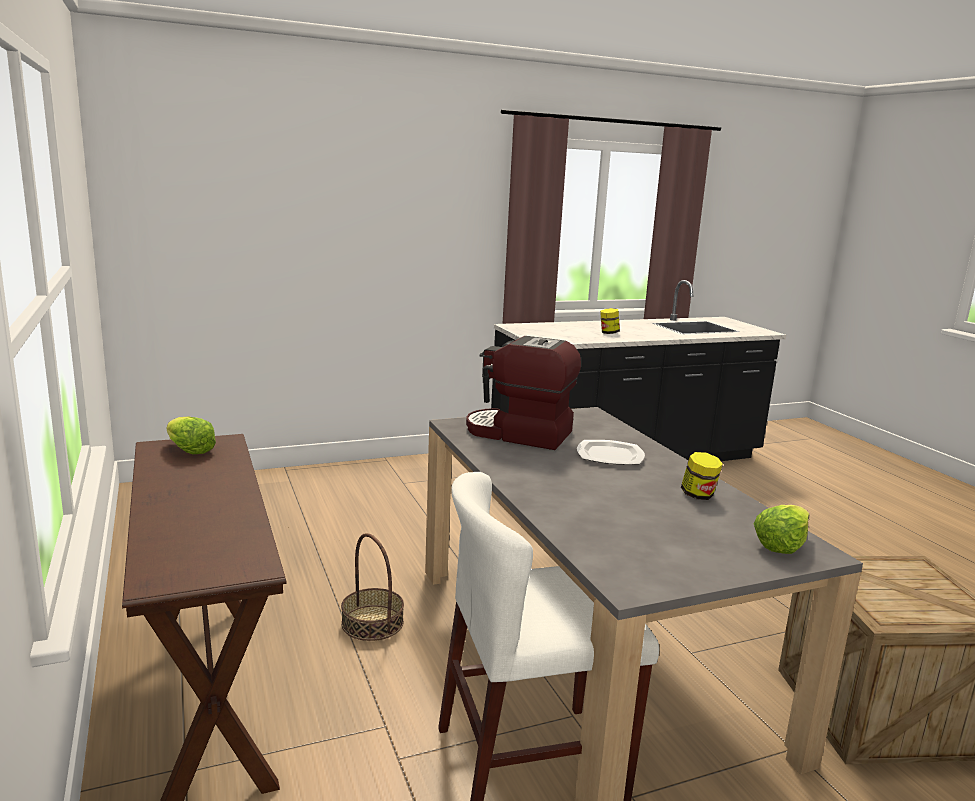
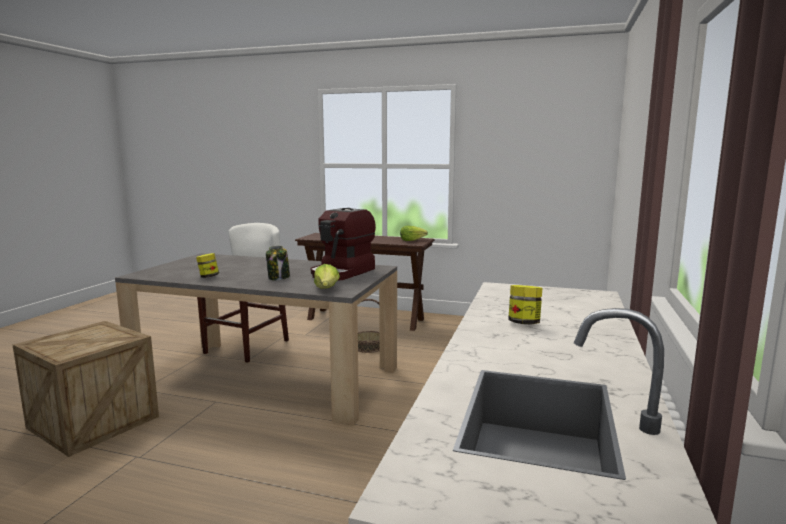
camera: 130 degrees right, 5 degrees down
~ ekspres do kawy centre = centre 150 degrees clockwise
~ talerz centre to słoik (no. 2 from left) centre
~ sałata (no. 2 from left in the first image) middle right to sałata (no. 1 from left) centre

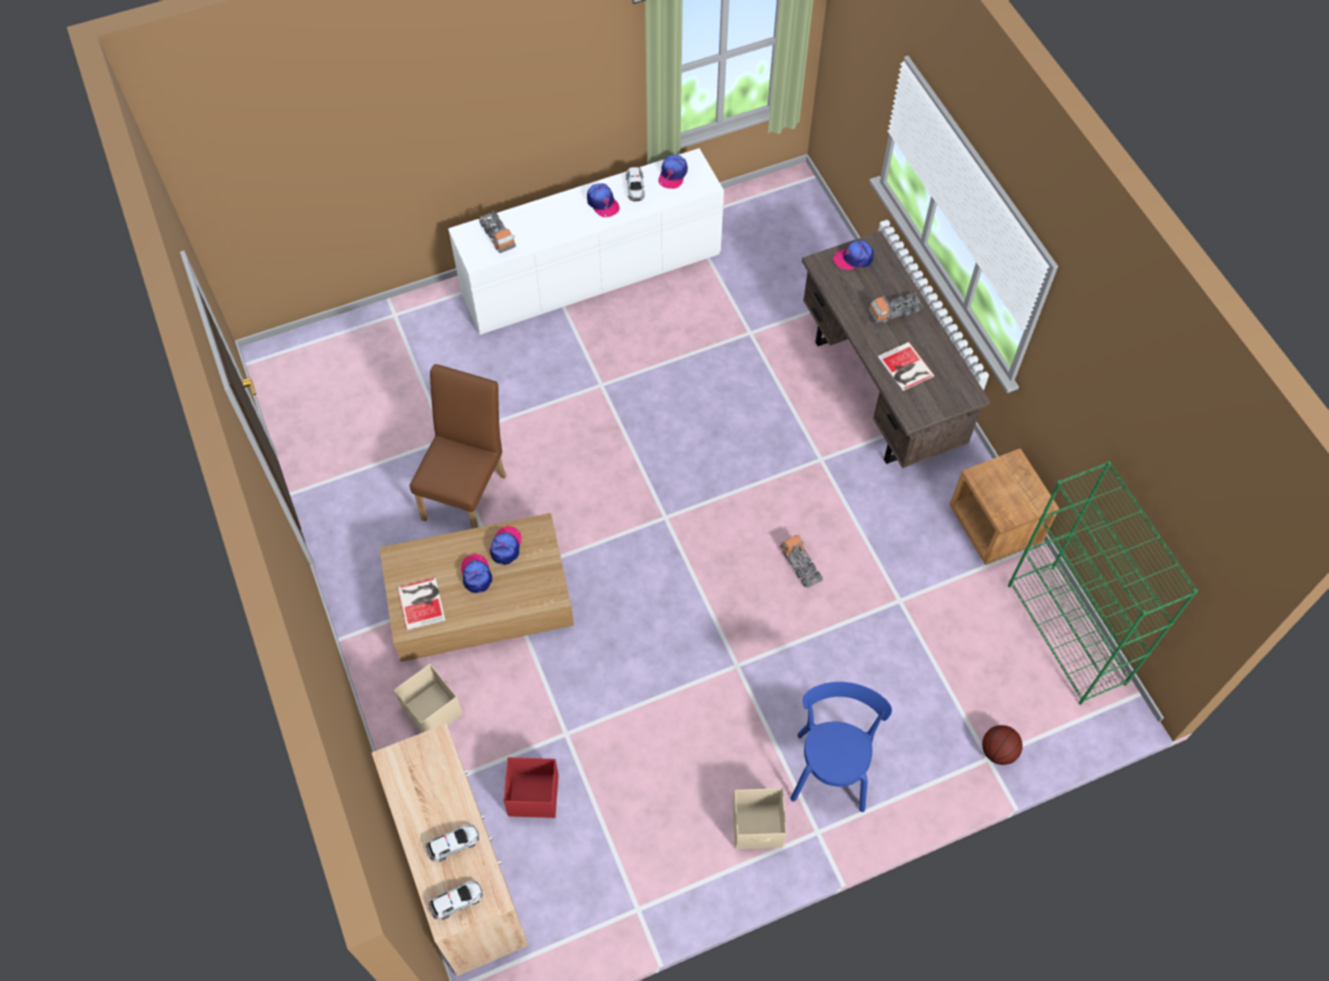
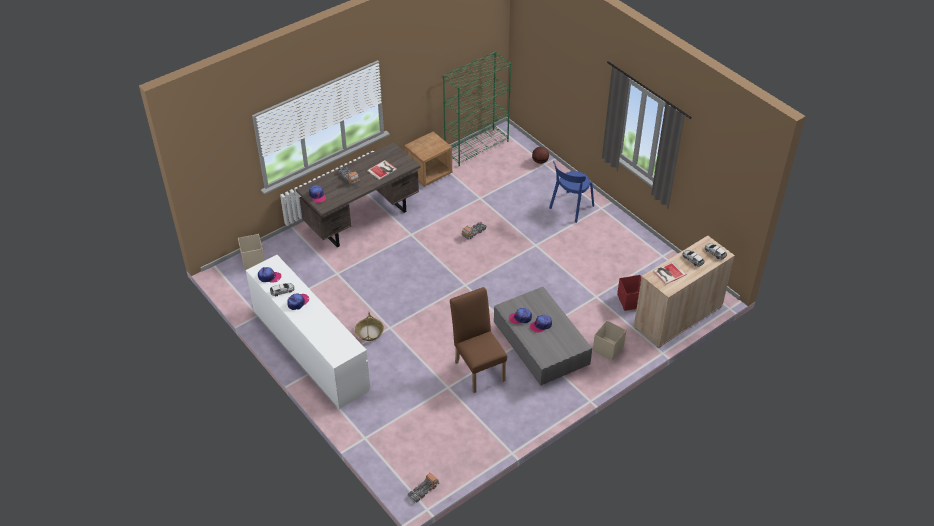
camera: 105 degrees left, 15 degrees down
~ ciężarówka zabawkowa (no. 1 from left in the first image) top centre to ciężarówka zabawkowa (no. 2 from left) bottom centre
~ krzesło/brązowy centre = centre 60 degrees clockwise
~ ława/brązowy centre to ława/szary centre
~ książka (no. 1 from left in the first image) middle left to książka (no. 2 from left) middle right
~ krzesło/niebieski bottom centre = centre 45 degrees counterclockwise
~ pojemnik do przechowywania/beżowy (no. 2 from left in the first image) bottom centre to pojemnik do przechowywania/beżowy (no. 1 from left) middle left
+ koszyk centre

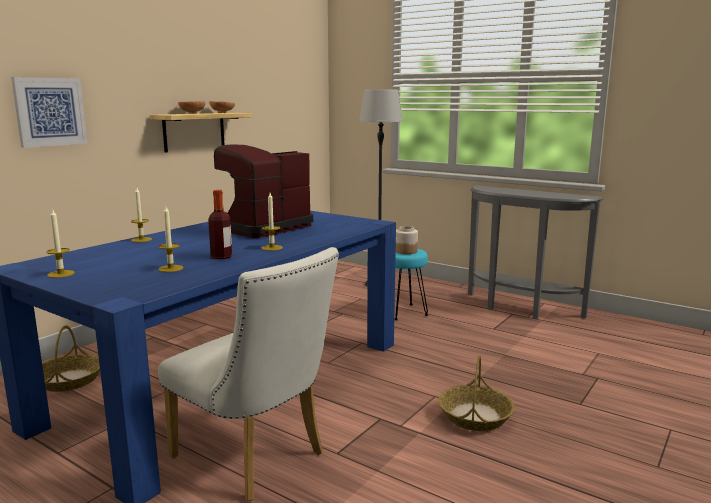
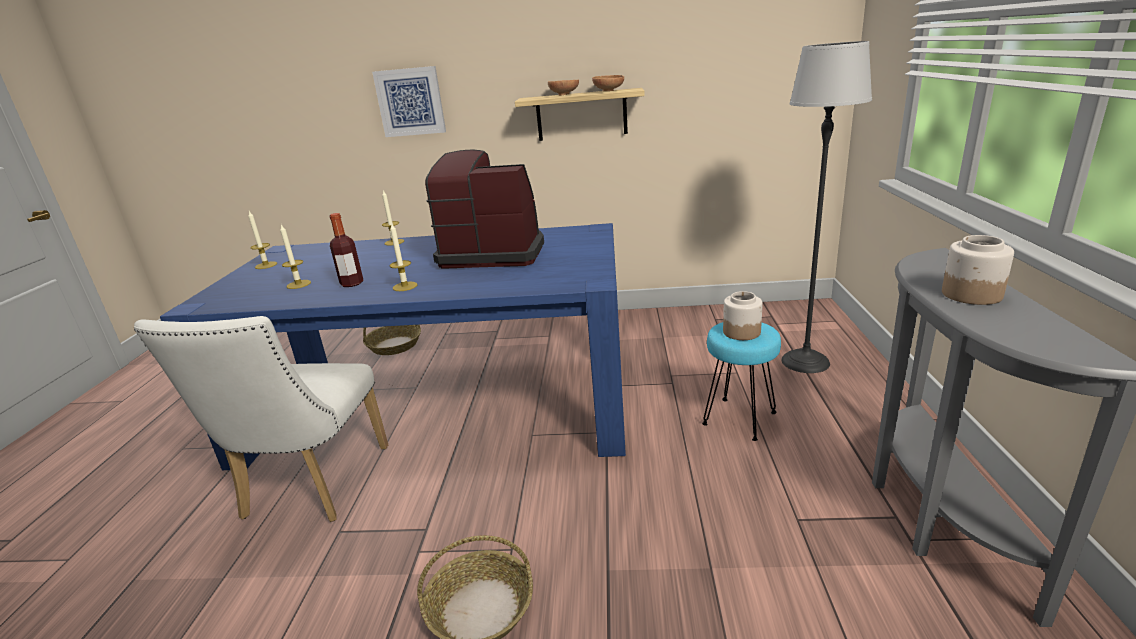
camera: 60 degrees right, 10 degrees up
+ słoik (no. 2 from left) middle right

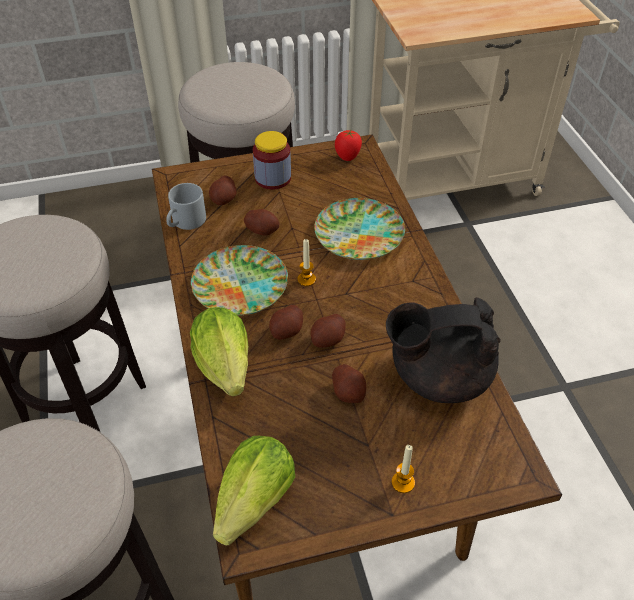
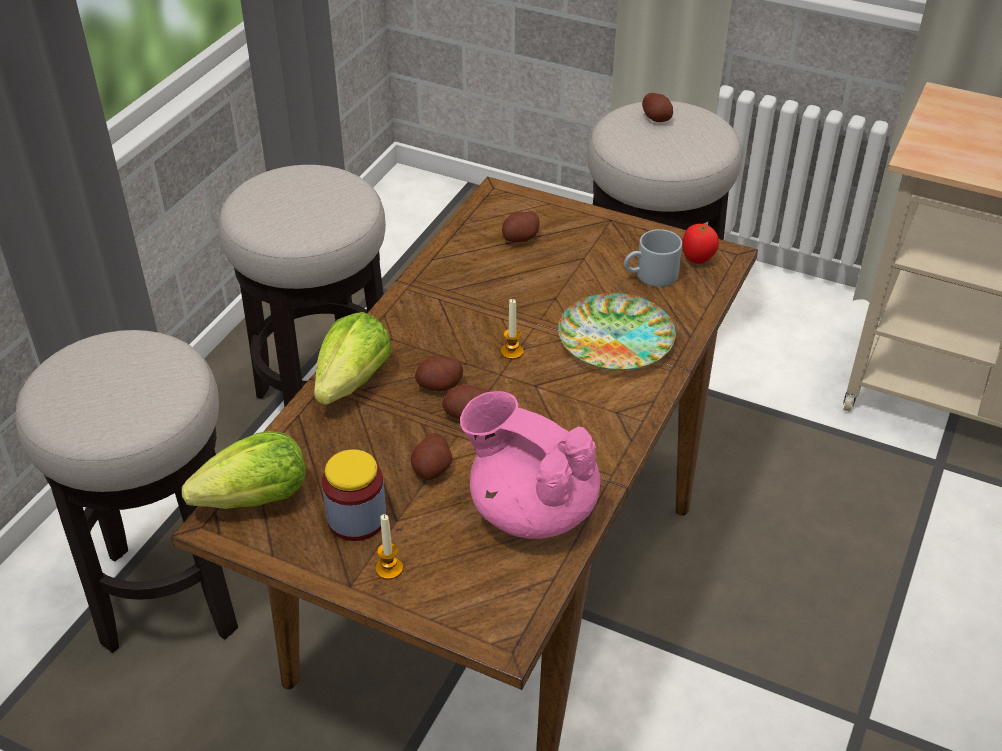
camera: 40 degrees right, 5 degrees down
~ słoik top centre to centre
~ kubek/szary middle left to centre
~ ziemniak (no. 2 from left in the first image) centre to ziemniak (no. 5 from left) top centre
- talerz (no. 1 from left) centre
~ imbryk/czarny middle right to imbryk/różowy centre

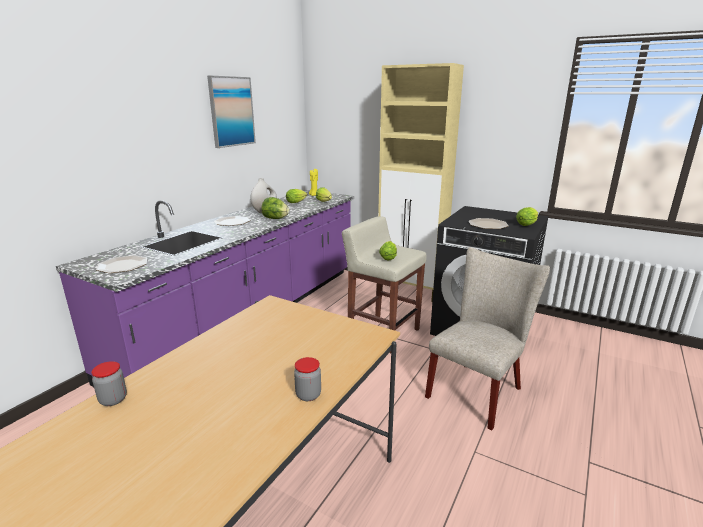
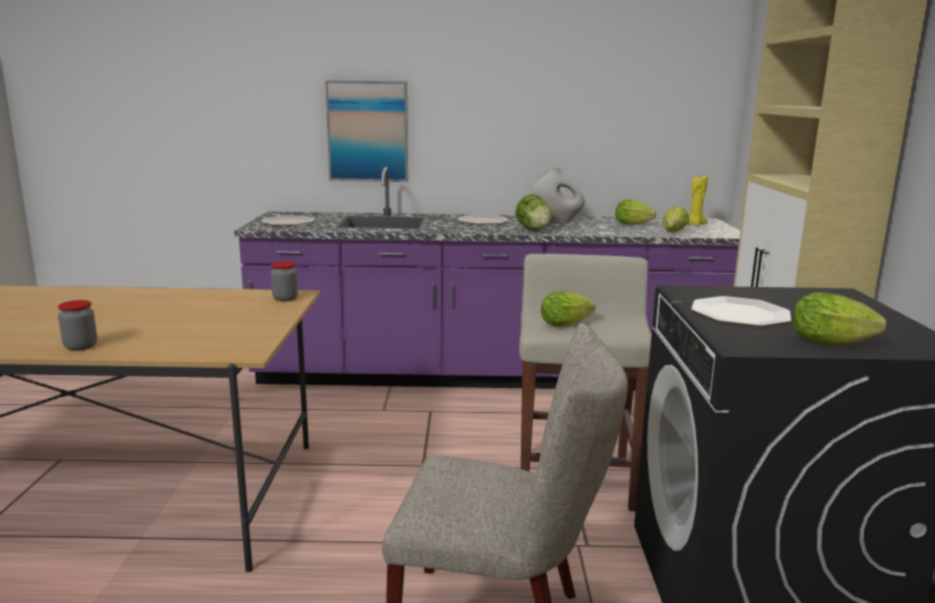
camera: 60 degrees right, 5 degrees down
~ obraz top left to top centre
~ słoik (no. 1 from left in the first image) bottom left to słoik (no. 2 from left) middle left

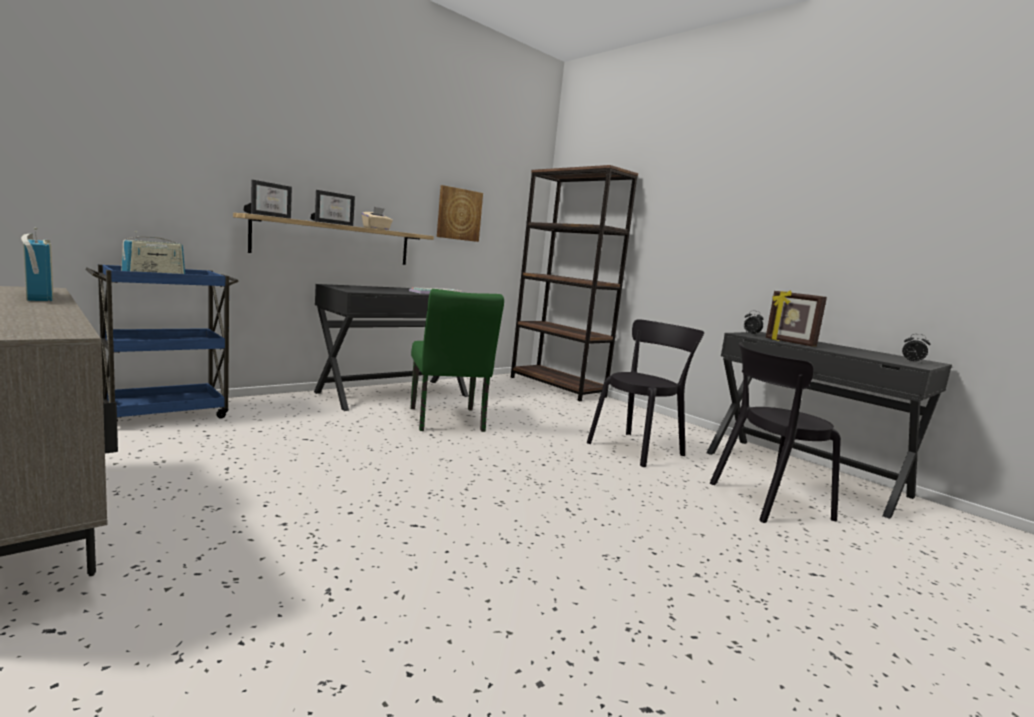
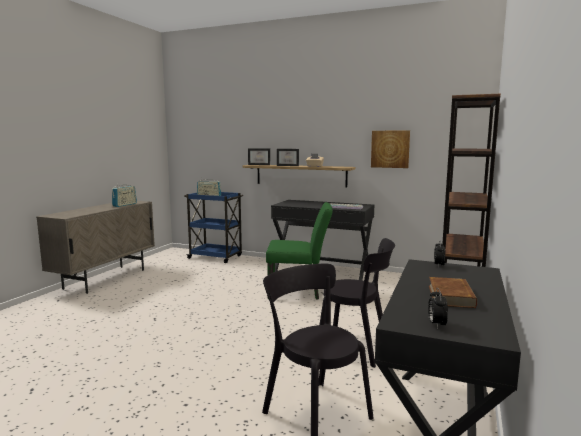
camera: 65 degrees right, 0 degrees up
~ krzesło/zielony centre = centre 135 degrees counterclockwise
- ramka na zdjęcie (no. 3 from left) middle right
+ książka/brązowy bottom right

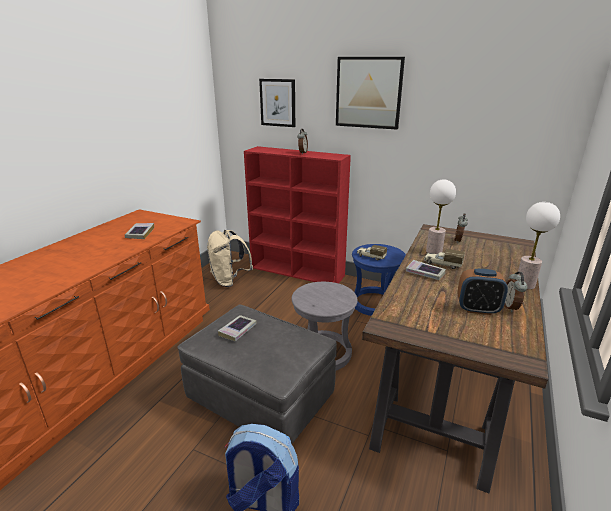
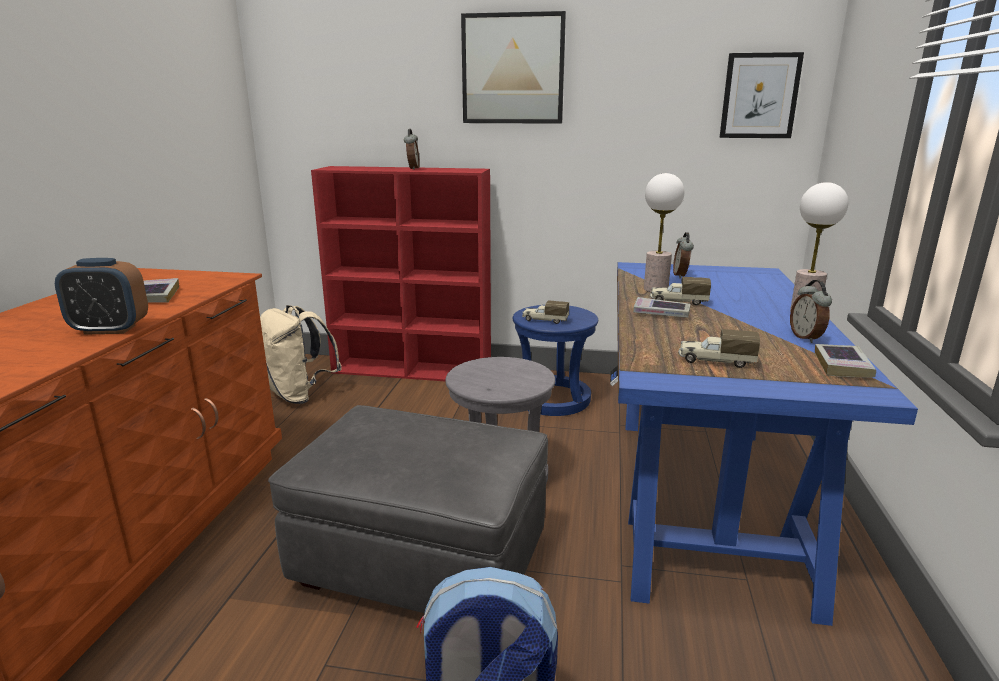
camera: 15 degrees left, 5 degrees down
~ obraz (no. 1 from left in the first image) top centre to obraz (no. 2 from left) top right
~ biurko/brązowy bottom right to biurko/niebieski middle right
~ budzik (no. 3 from left in the first image) middle right to budzik (no. 1 from left) middle left
~ książka (no. 2 from left in the first image) centre to książka (no. 3 from left) middle right
+ ciężarówka zabawkowa (no. 3 from left) middle right

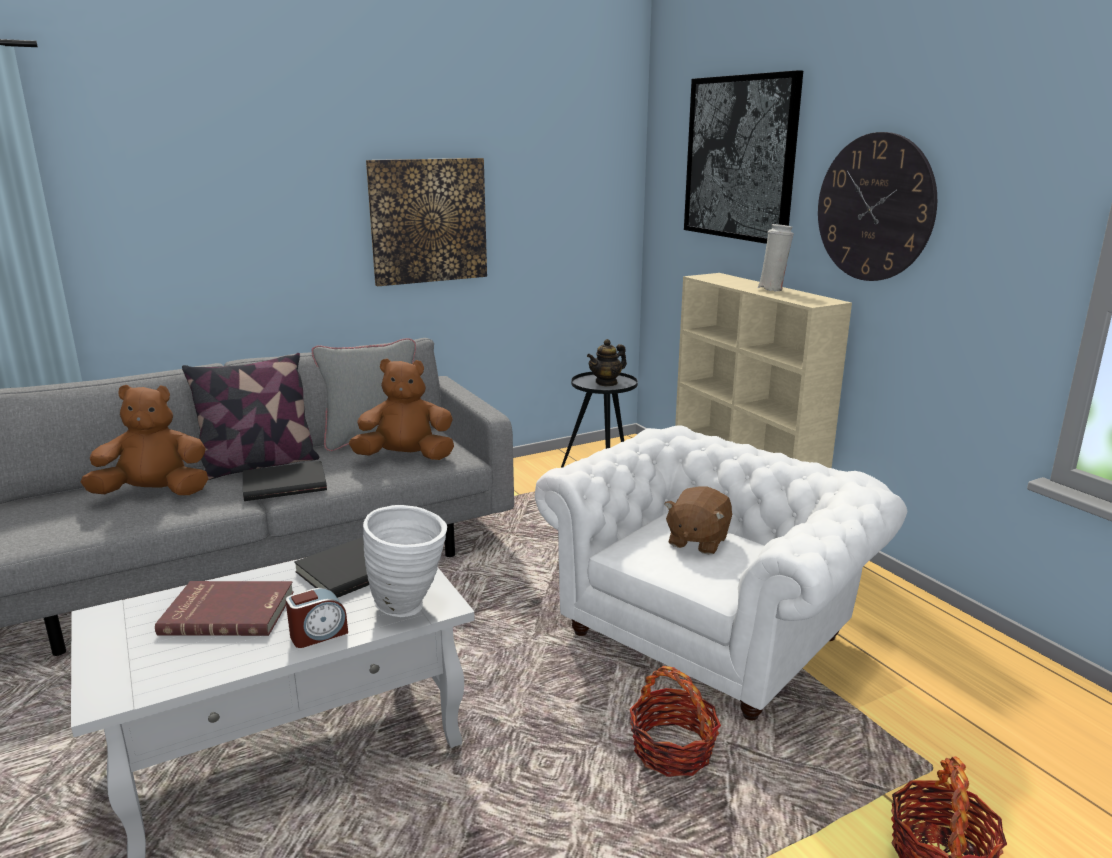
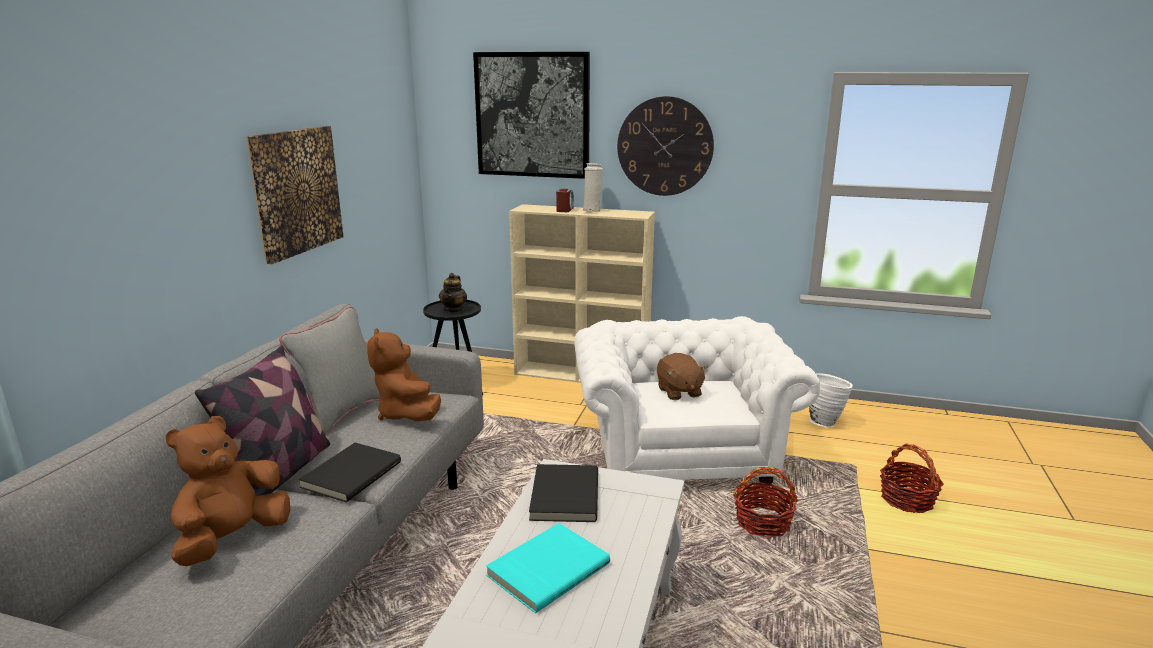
camera: 45 degrees left, 0 degrees up
~ pluszak/brązowy (no. 2 from left) centre = centre 60 degrees counterclockwise
~ wazon/biały (no. 1 from left in the first image) centre to wazon/biały (no. 2 from left) middle right
~ książka/czerwony bottom left to książka/turkusowy bottom centre
~ budzik bottom left to top centre

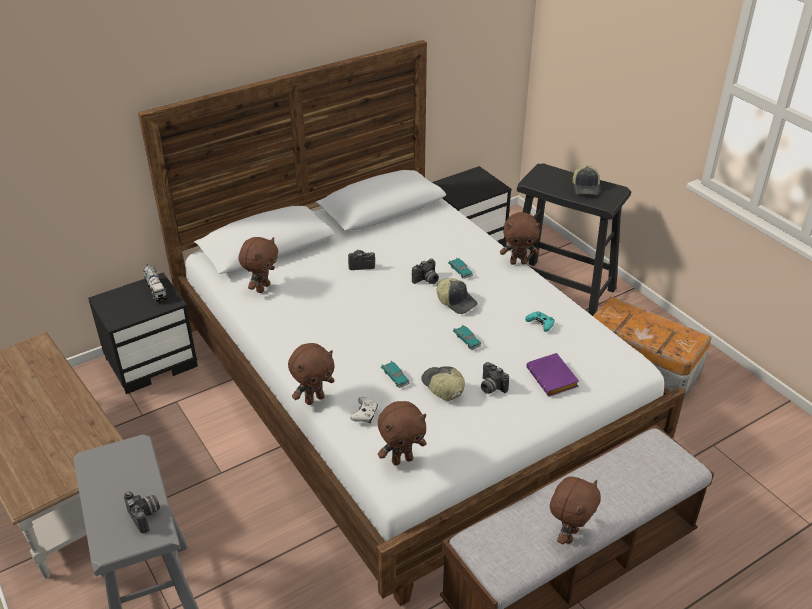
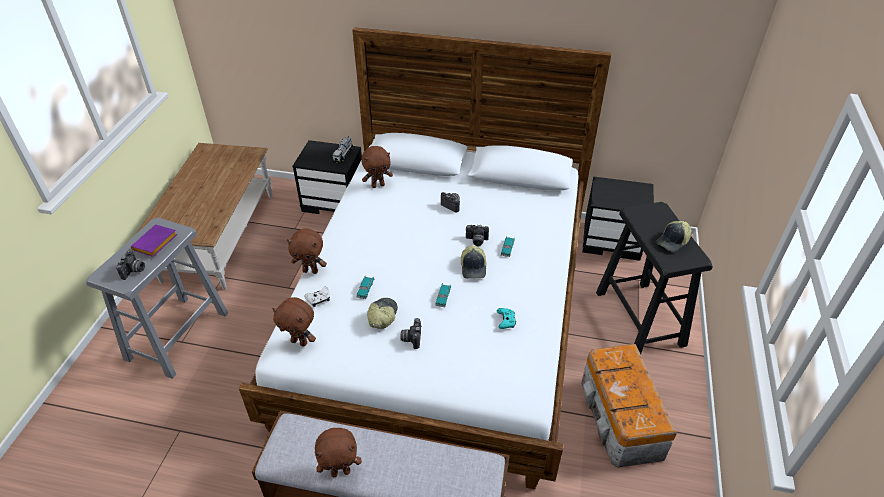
camera: 45 degrees right, 5 degrees up
- pluszak/brązowy (no. 4 from left) centre
~ książka/fioletowy middle right to middle left

